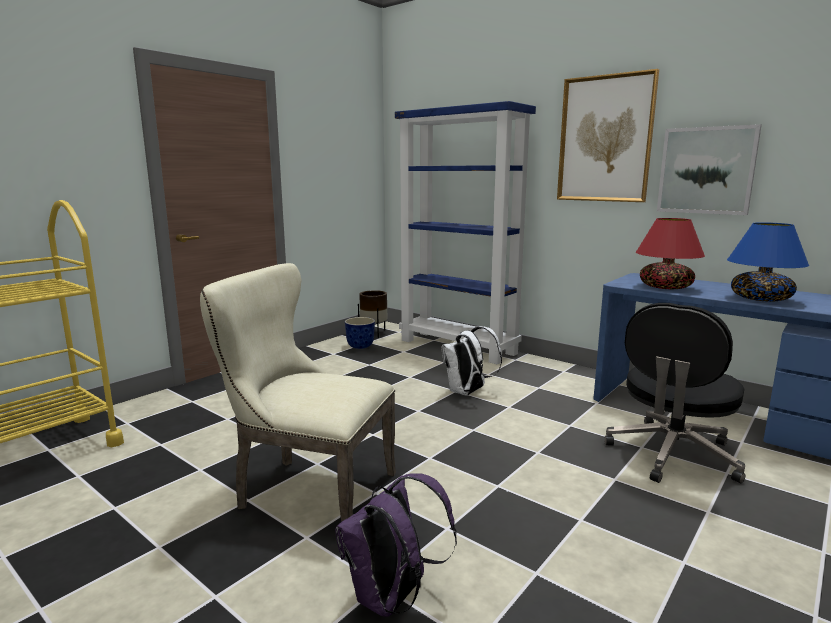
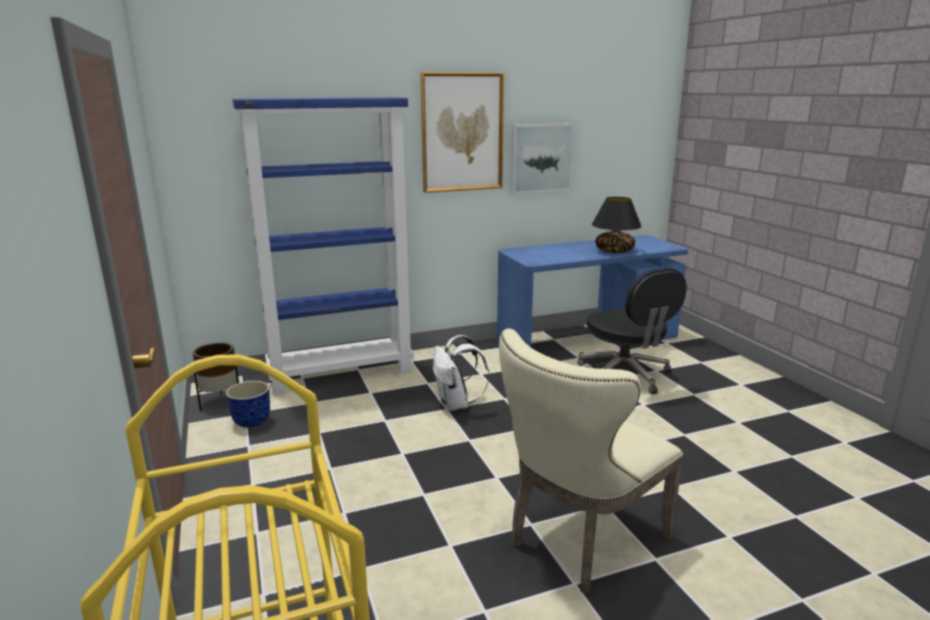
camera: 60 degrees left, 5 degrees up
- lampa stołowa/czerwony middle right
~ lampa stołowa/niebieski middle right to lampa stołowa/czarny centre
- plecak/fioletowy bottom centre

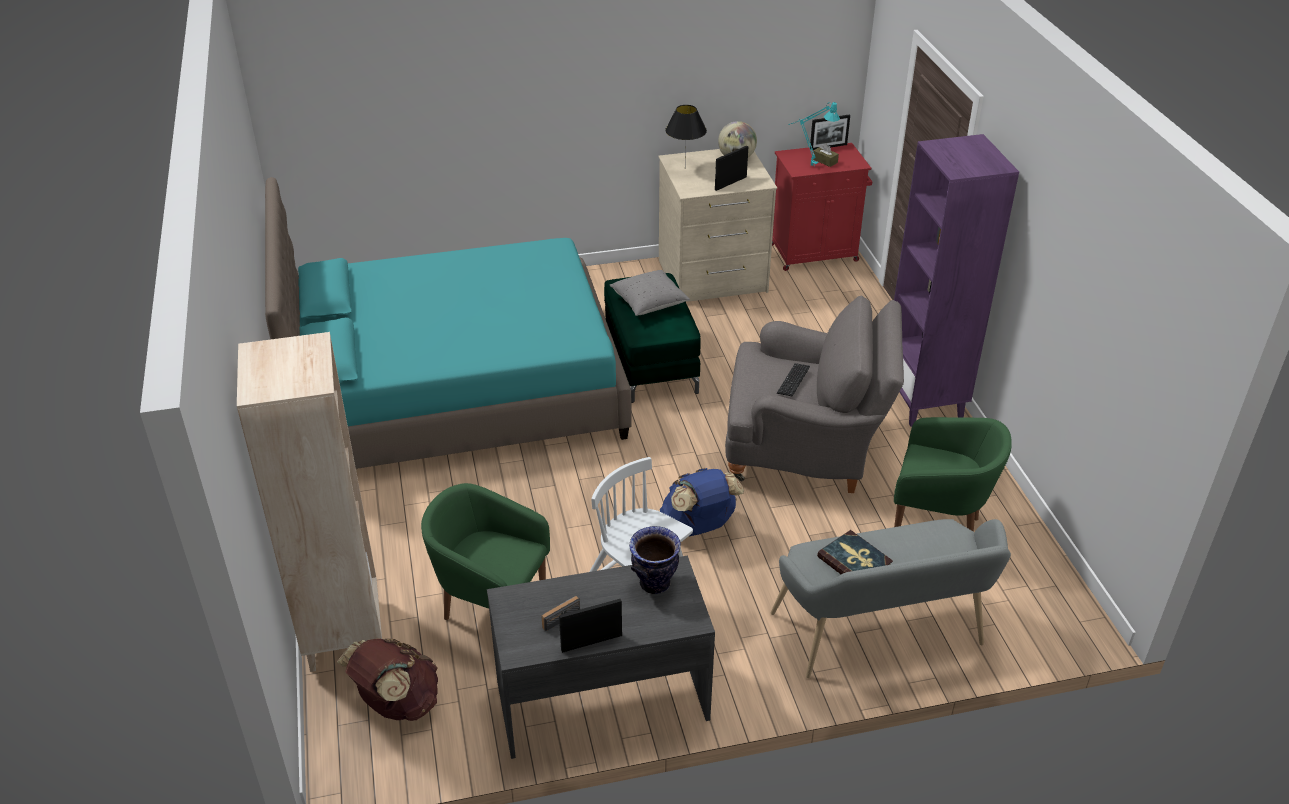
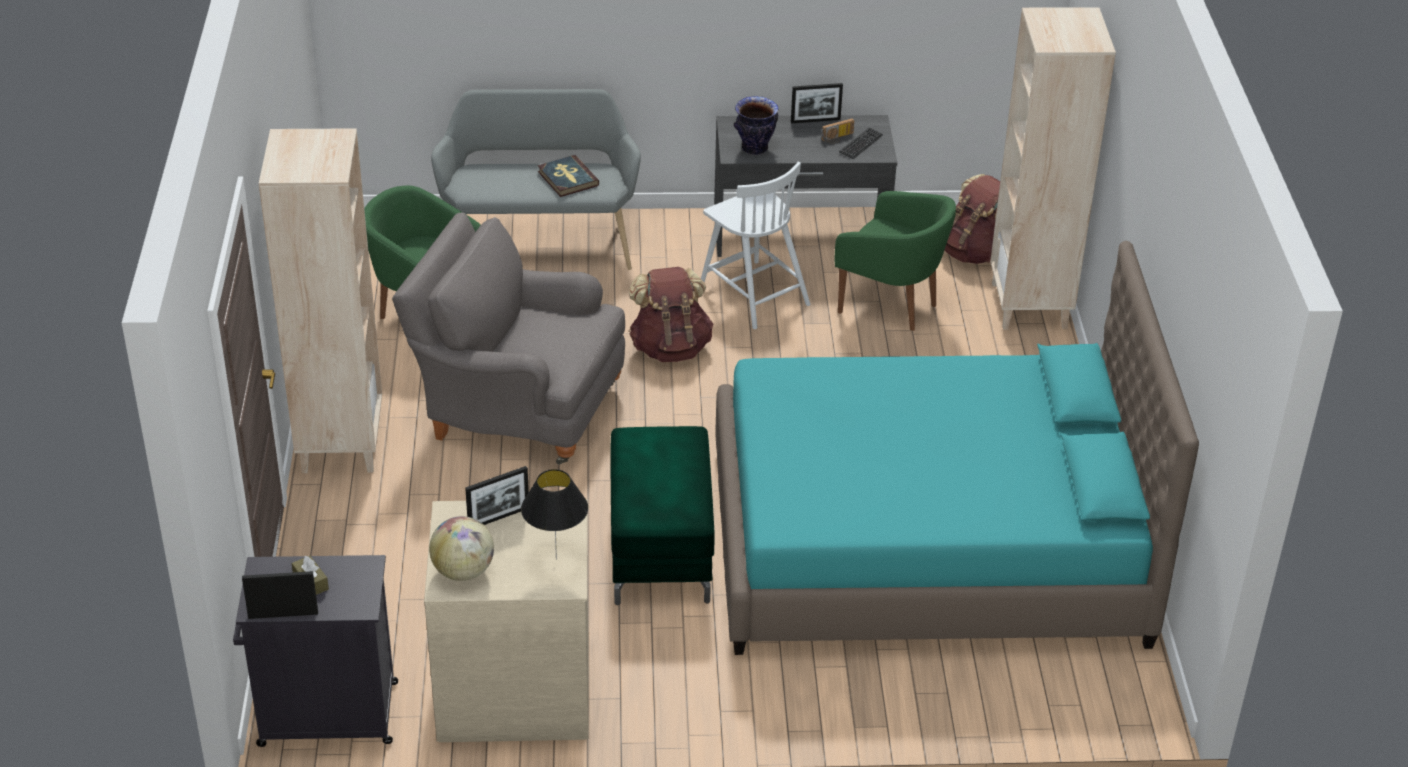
camera: 170 degrees left, 0 degrees up
- lampa stołowa/turkusowy top centre
~ regał/fioletowy middle right to regał/beżowy (no. 1 from left) middle left
~ szafka/czerwony top centre to szafka/czarny bottom left
- poduszka/szary centre
~ klawiatura centre to top centre
~ plecak/niebieski centre to plecak/brązowy (no. 1 from left) centre

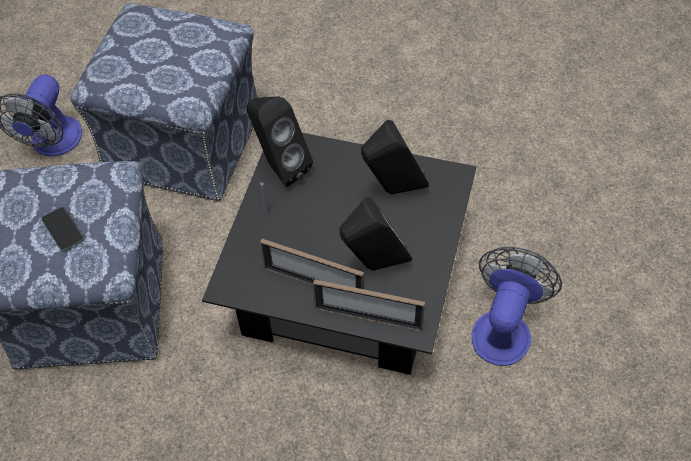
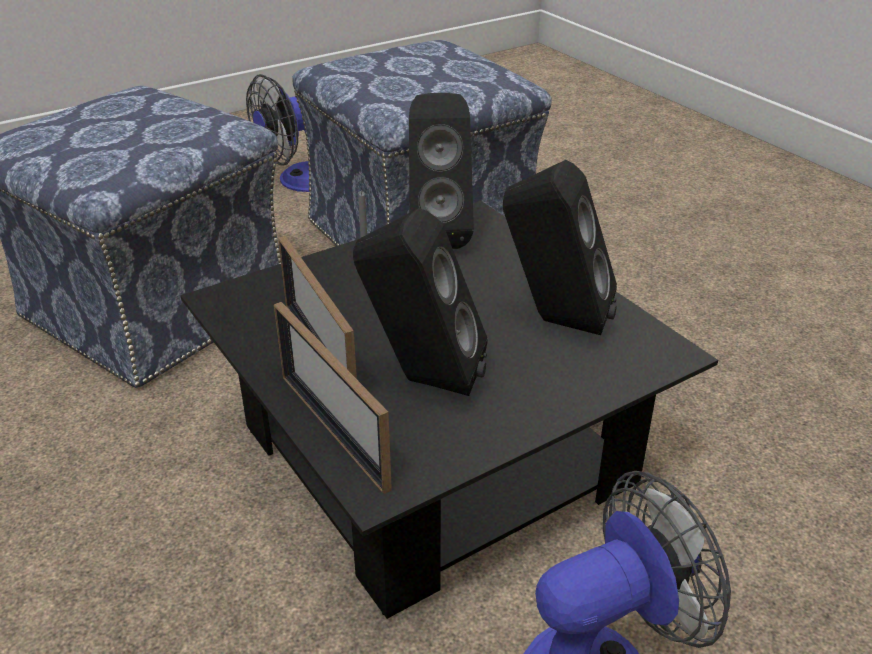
camera: 40 degrees right, 20 degrees down
- telefon middle left

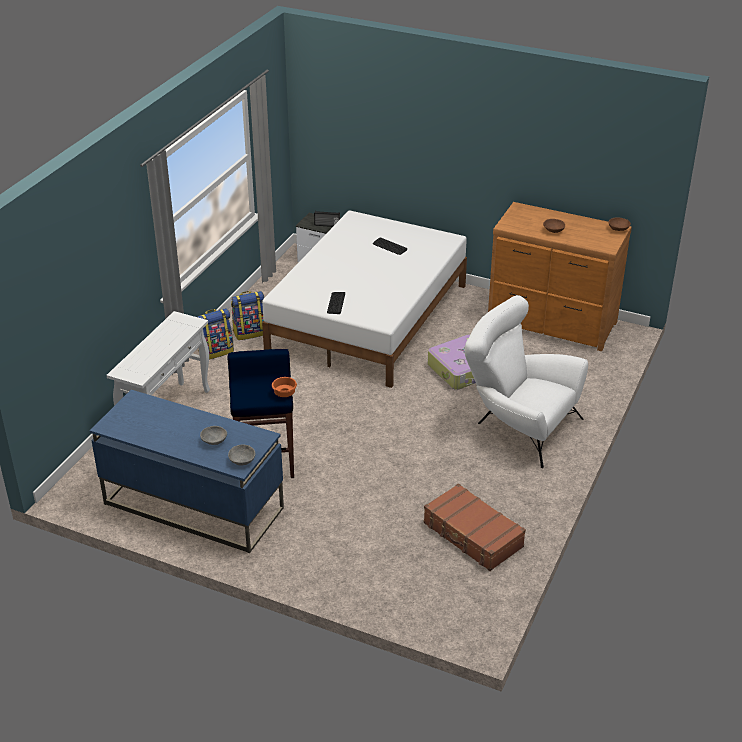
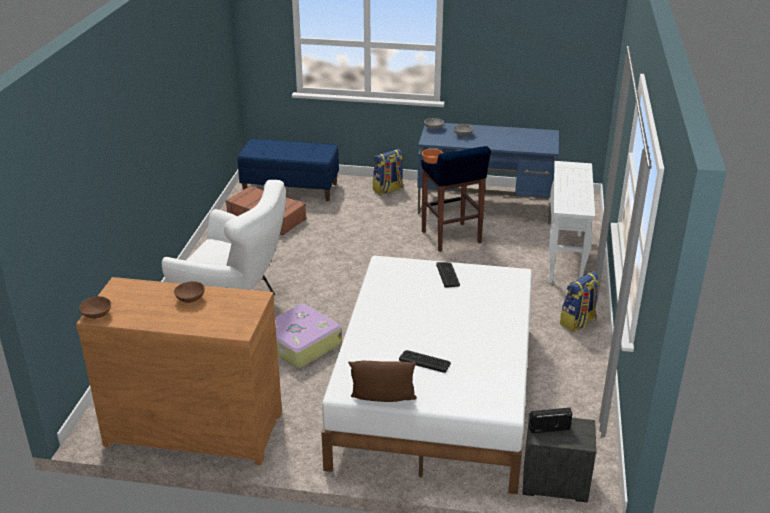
camera: 165 degrees right, 5 degrees down
~ plecak (no. 2 from left in the first image) middle left to plecak (no. 1 from left) centre
+ ławka/niebieski top centre
+ poduszka/brązowy bottom centre

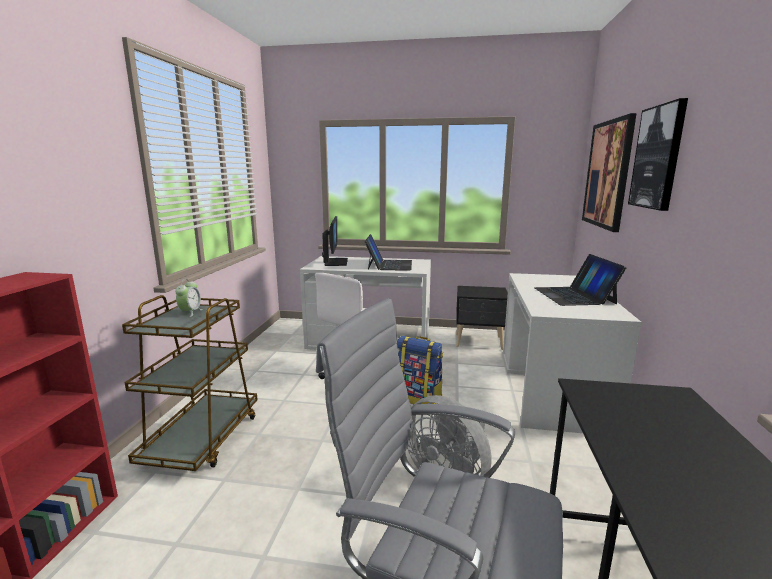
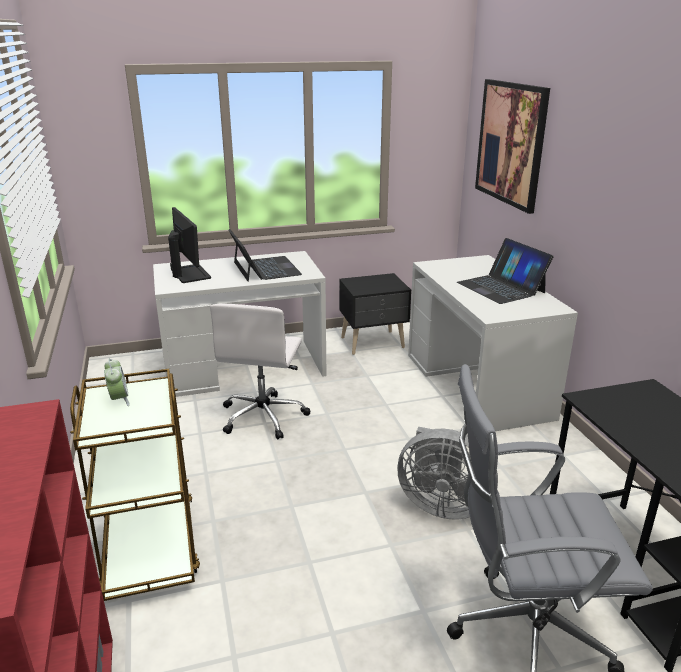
camera: 25 degrees left, 10 degrees up
- obraz (no. 2 from left) top right
- plecak centre

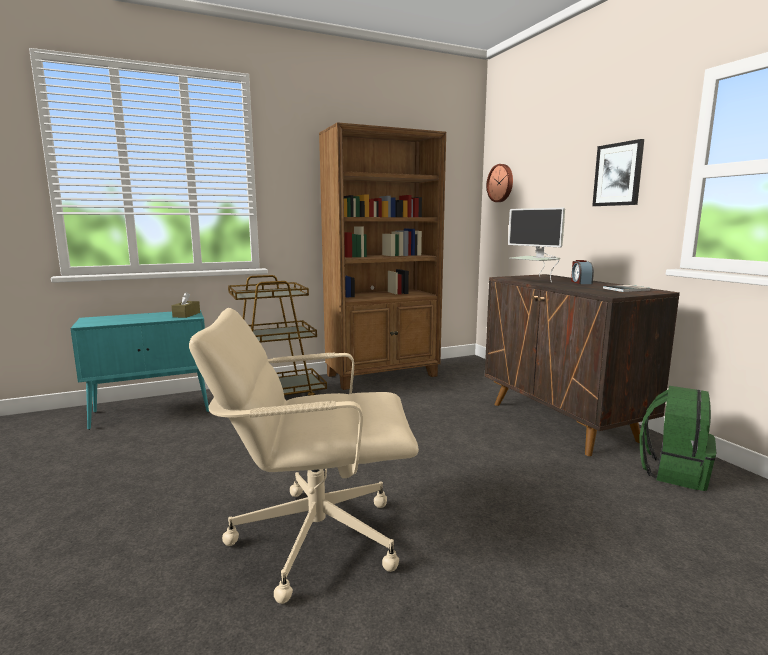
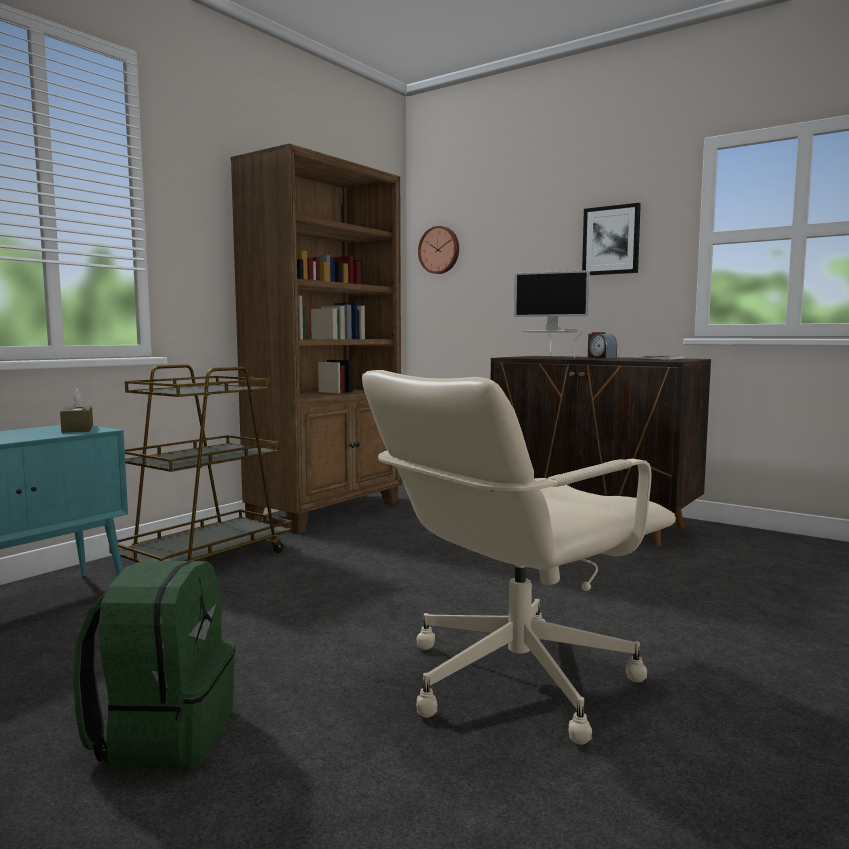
camera: 30 degrees left, 5 degrees down
~ plecak/zielony bottom right to bottom left

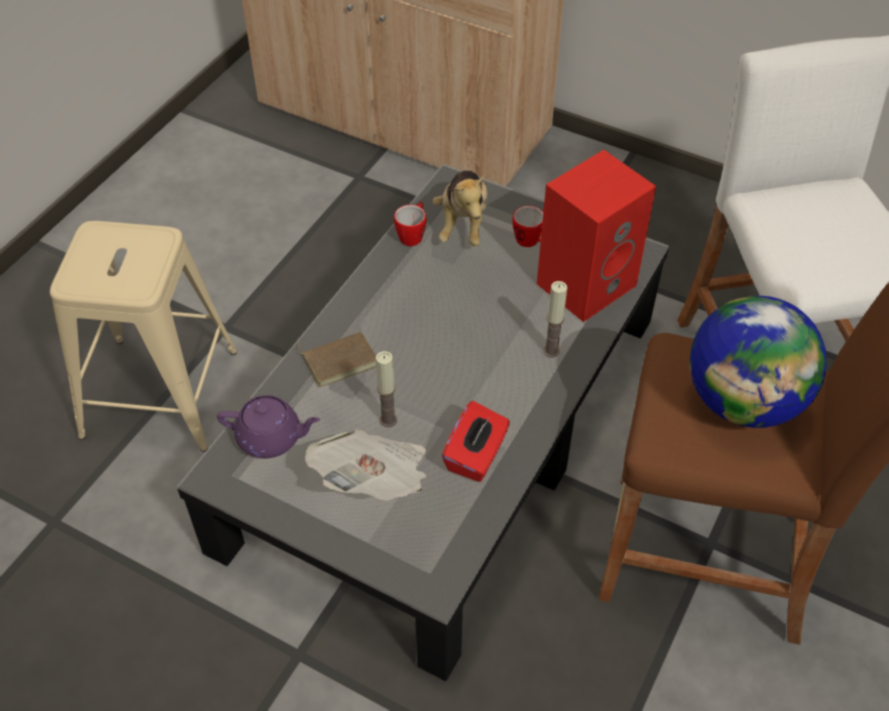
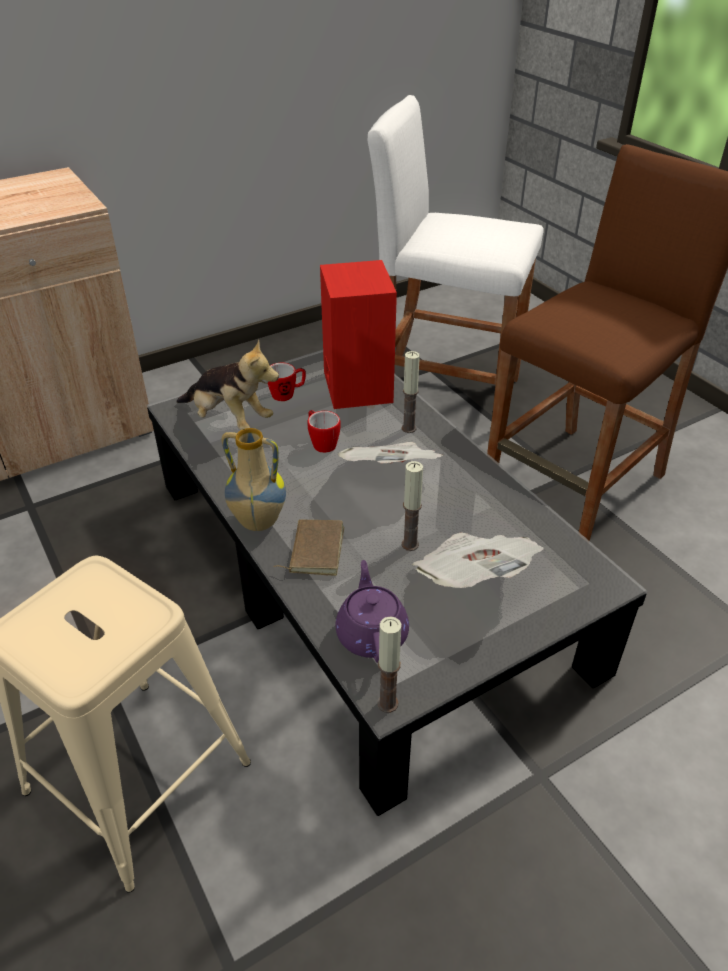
camera: 60 degrees left, 10 degrees down
~ kubek (no. 1 from left in the first image) top centre to kubek (no. 2 from left) centre
- globus middle right
~ imbryk/fioletowy middle left = centre 45 degrees counterclockwise
- pudełko chusteczek/czerwony centre
+ wazon centre
+ gazeta (no. 1 from left) centre
+ świeca (no. 1 from left) bottom centre

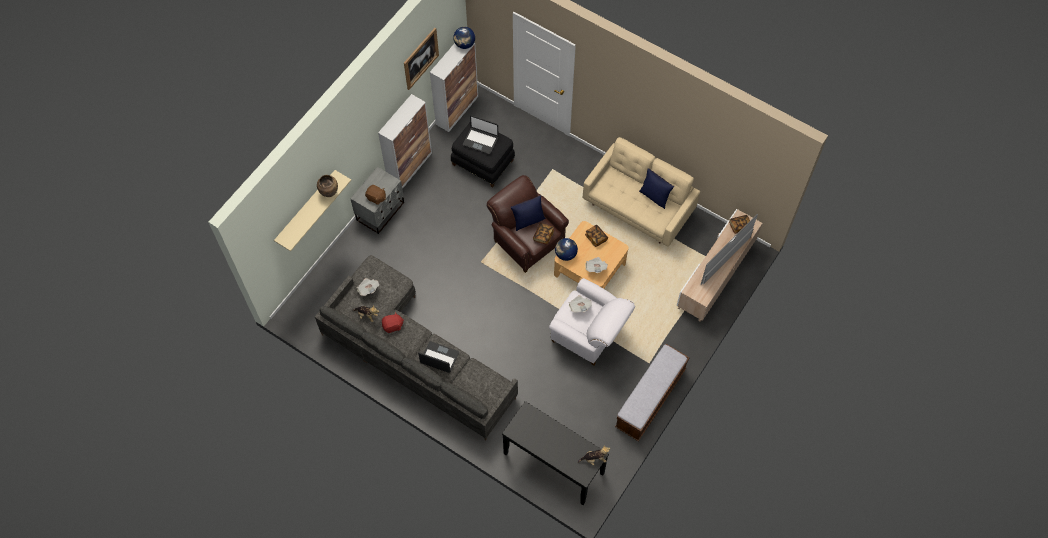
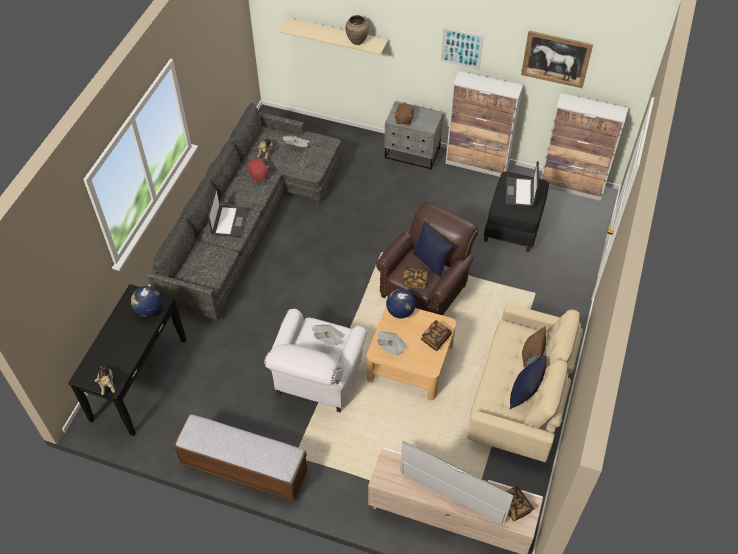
camera: 75 degrees right, 10 degrees down
~ globus (no. 1 from left) top centre to middle left
+ obraz (no. 1 from left) top centre
+ poduszka/brązowy middle right

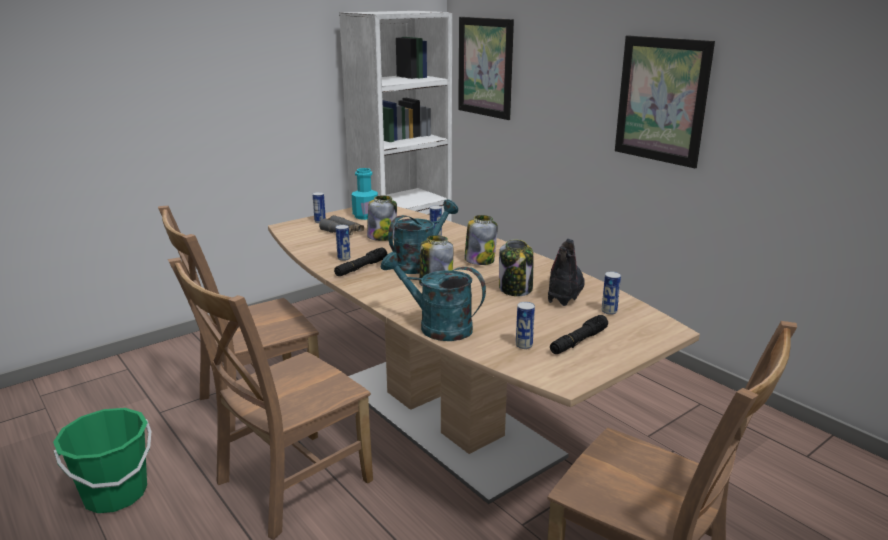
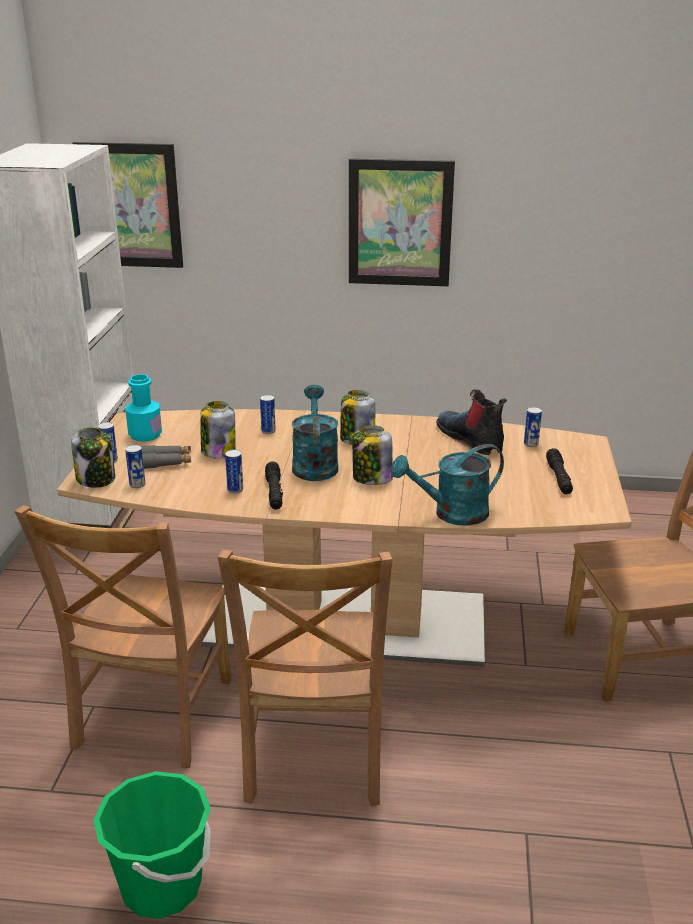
camera: 45 degrees left, 5 degrees up
~ słoik (no. 4 from left in the first image) centre to słoik (no. 1 from left) middle left
~ puszka (no. 4 from left in the first image) centre to puszka (no. 2 from left) middle left

